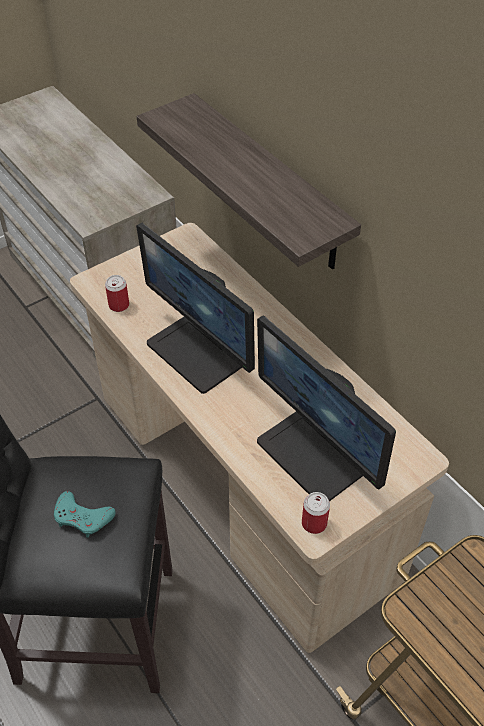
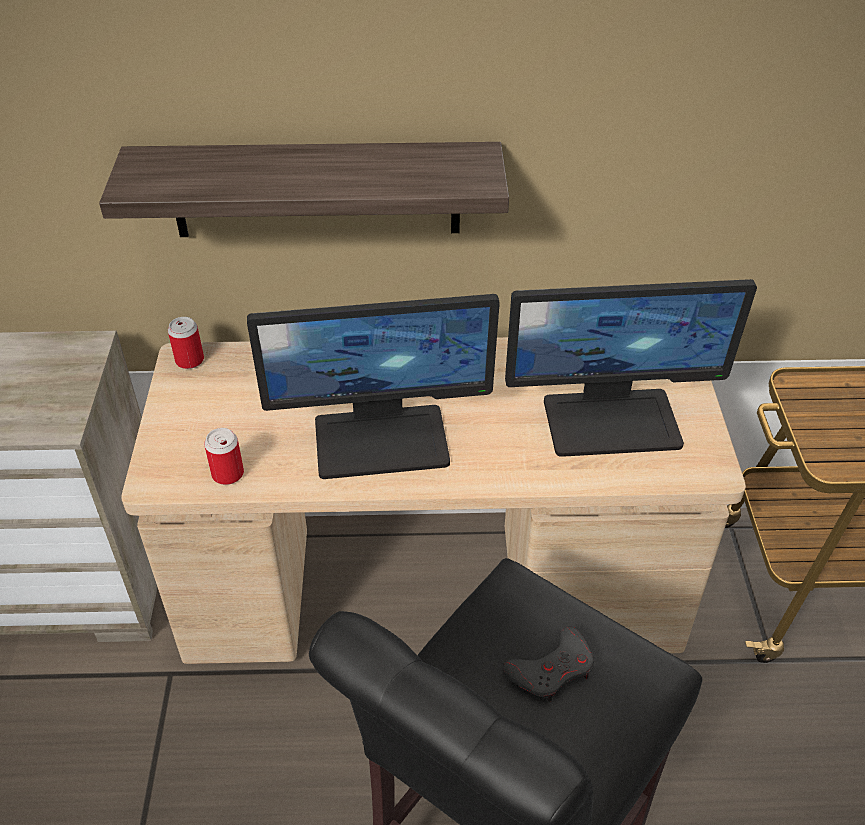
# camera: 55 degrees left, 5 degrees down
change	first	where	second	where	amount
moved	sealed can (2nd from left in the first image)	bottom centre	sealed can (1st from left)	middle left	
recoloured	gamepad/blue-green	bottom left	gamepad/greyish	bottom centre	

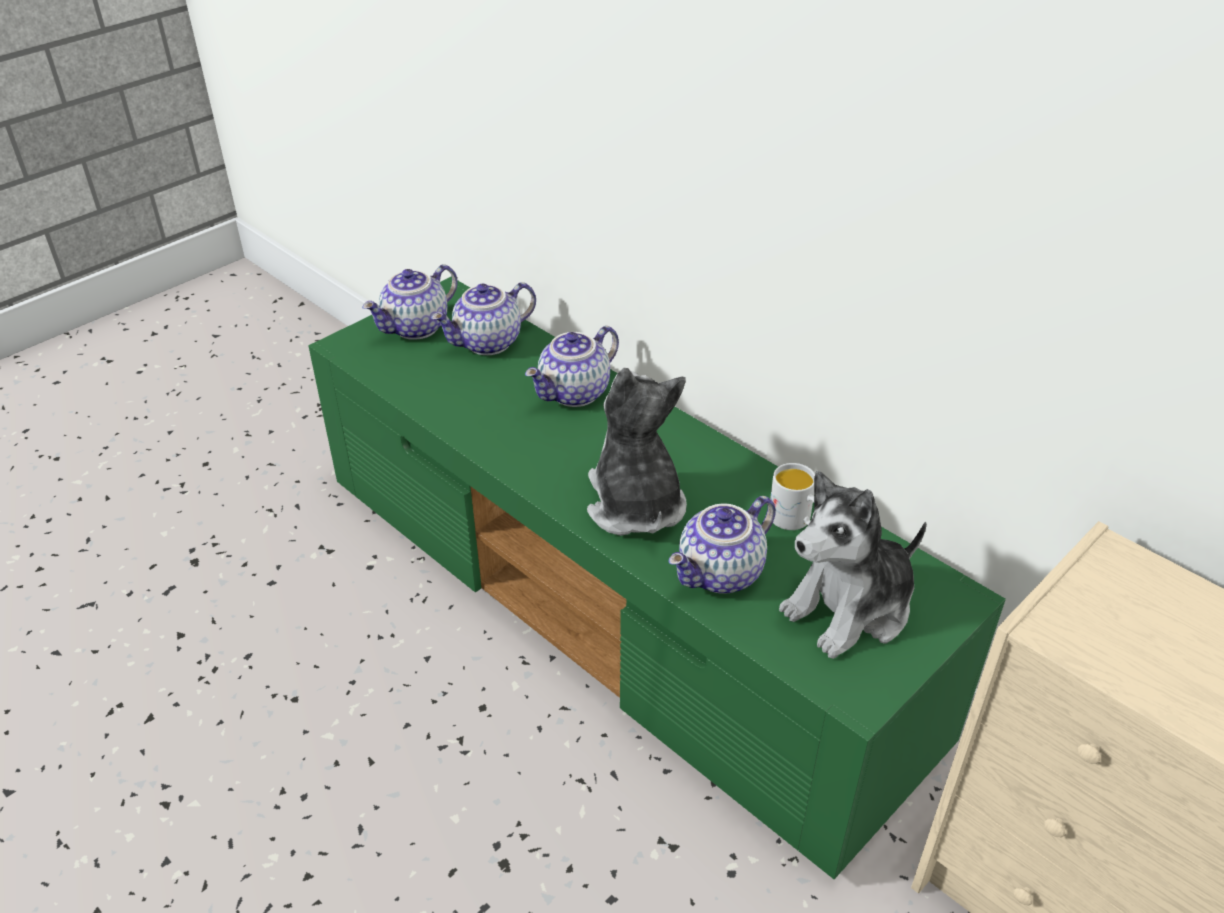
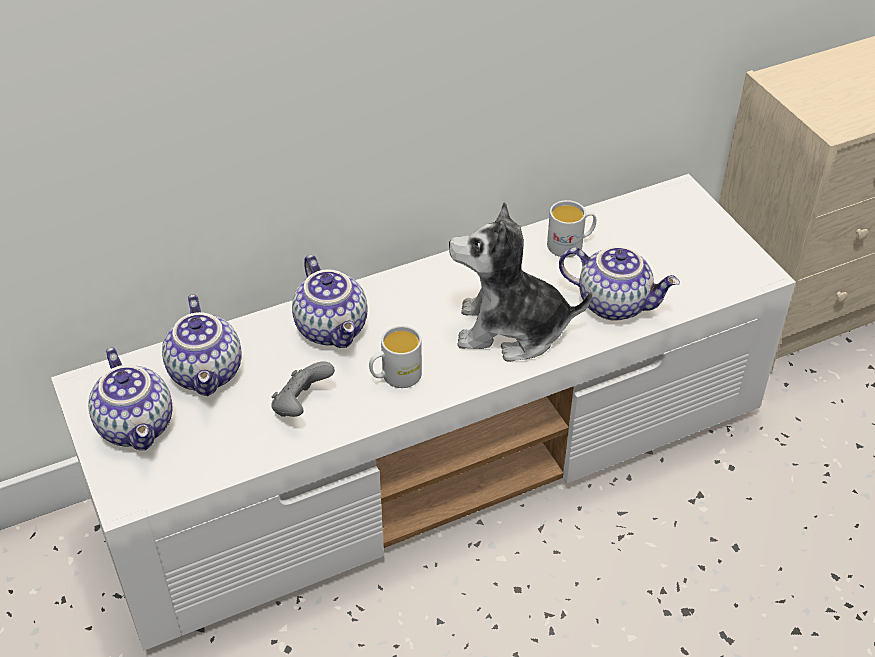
# camera: 70 degrees left, 5 degrees up
change	first	where	second	where	amount
removed	plush toy (2nd from left)	middle right			
added			gamepad/greyish	centre	
added			tea mug/white (1st from left)	centre	
recoloured	tv stand/green	centre	tv stand/white	centre	
turned	teapot (4th from left)	centre		middle right	45 degrees counterclockwise

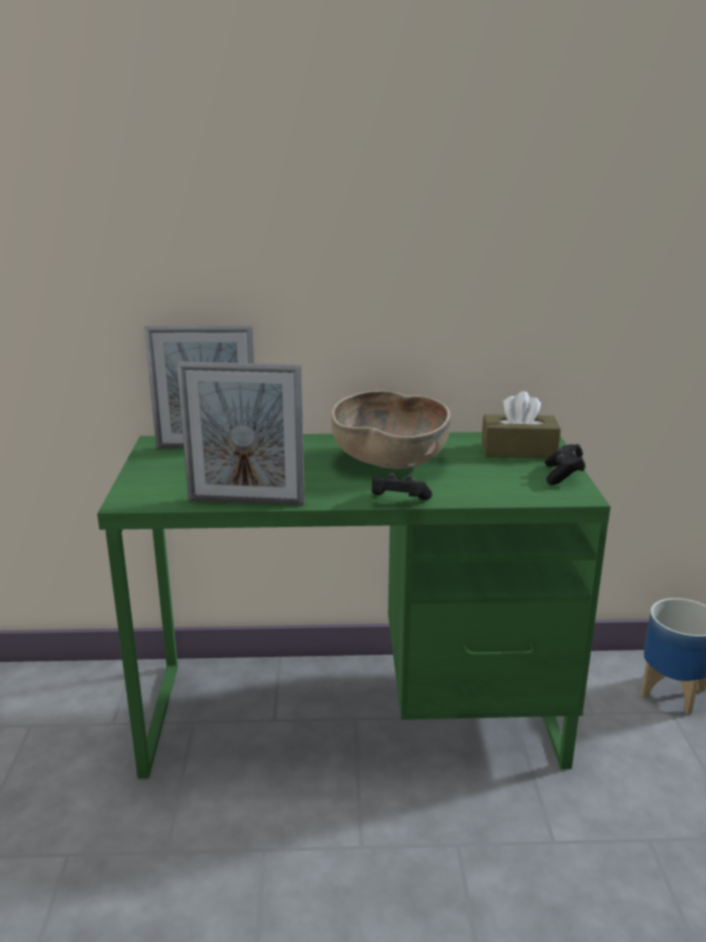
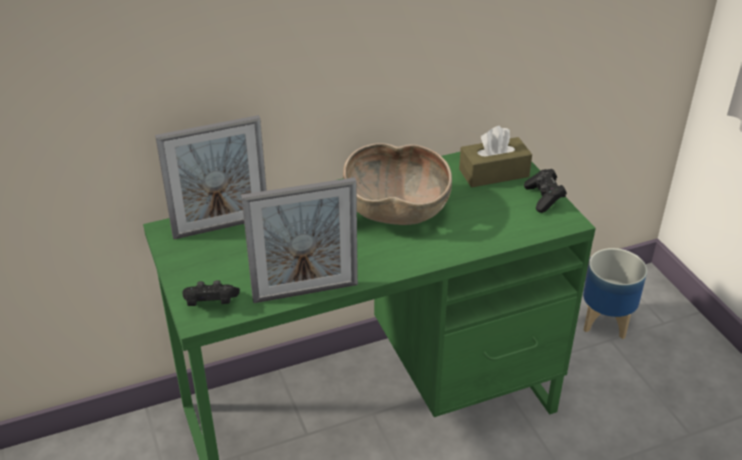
# camera: 20 degrees left, 15 degrees up
change	first	where	second	where	amount
moved	gamepad/black-coloured (1st from left)	centre		middle left	

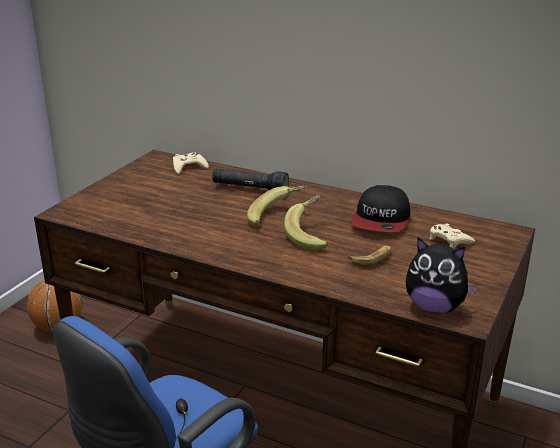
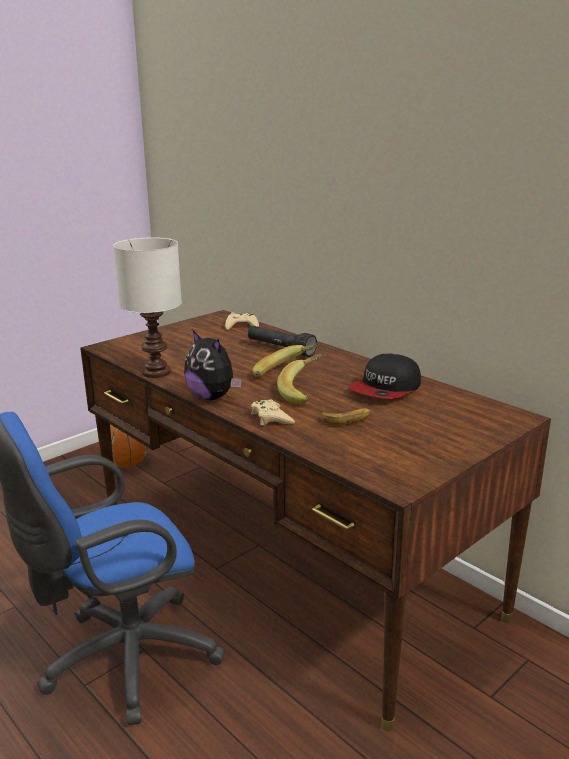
# camera: 20 degrees right, 5 degrees down
change	first	where	second	where	amount
added			lamp for a table/white	middle left	
moved	plush toy	middle right		centre	
moved	gamepad/beige-coloured (2nd from left)	middle right		centre	

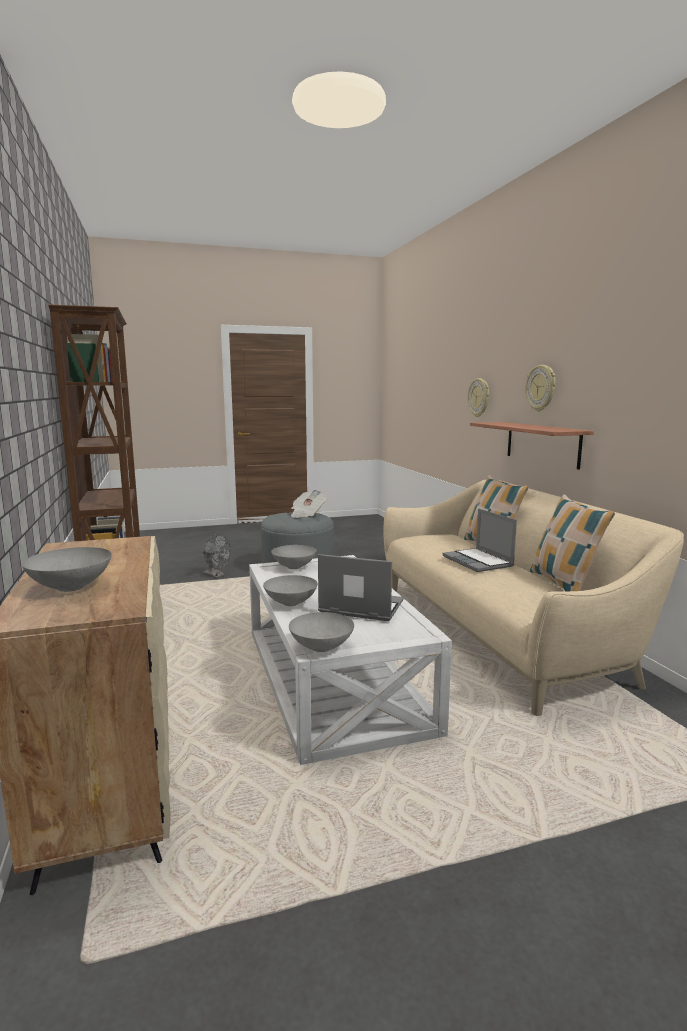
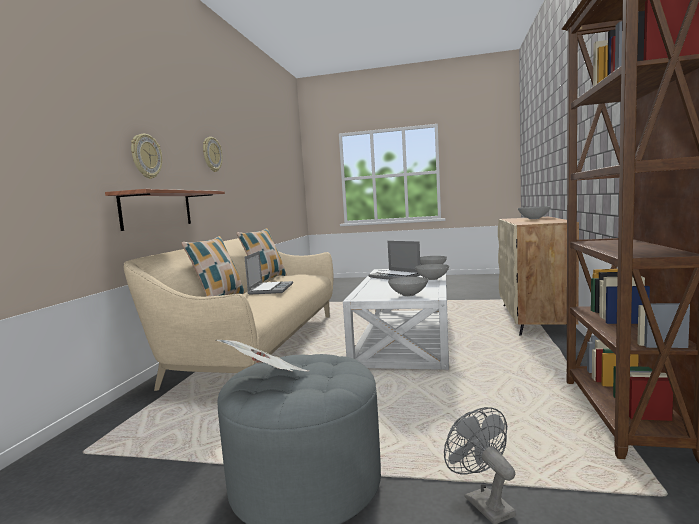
# camera: 150 degrees left, 5 degrees down
change	first	where	second	where	amount
moved	hanging clock (1st from left in the first image)	middle right	hanging clock (2nd from left)	top left	

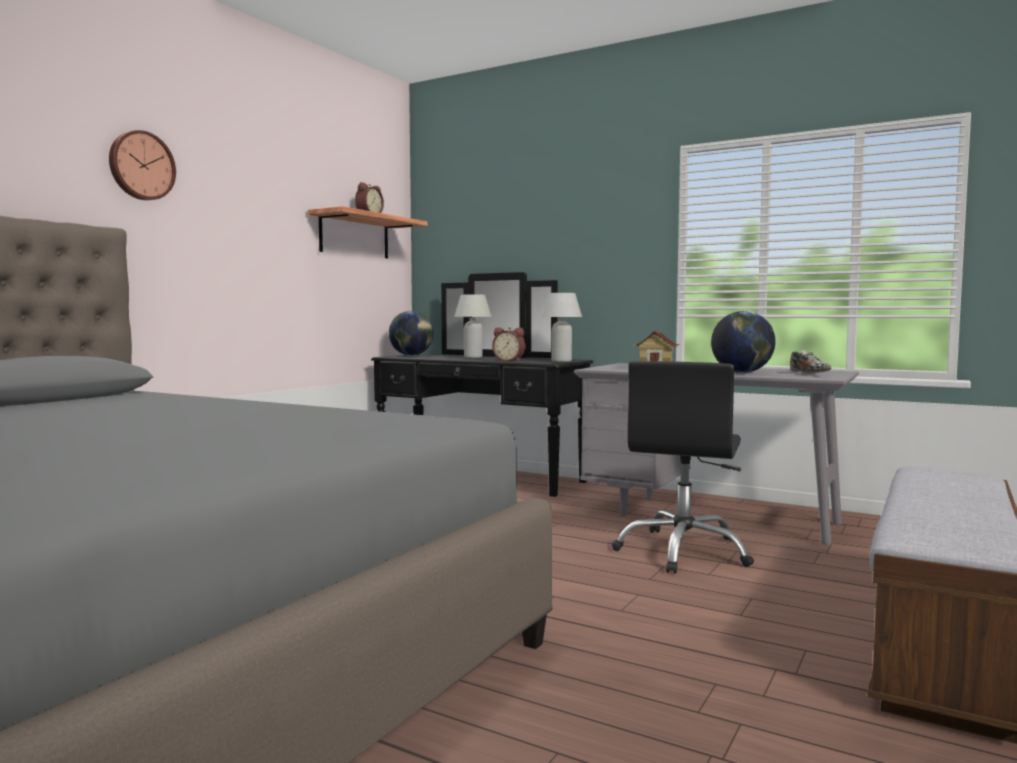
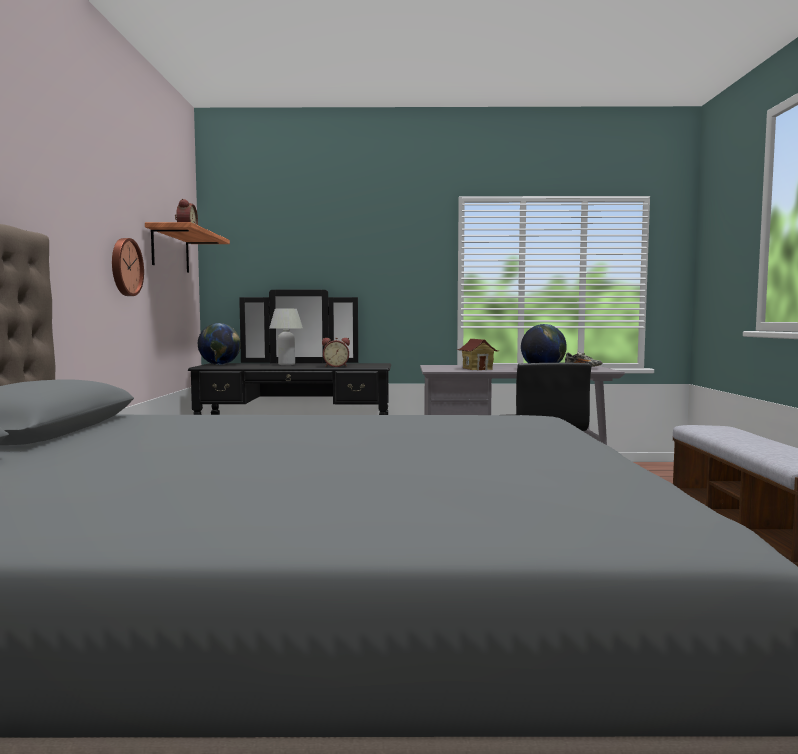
# camera: 30 degrees left, 0 degrees up
change	first	where	second	where	amount
removed	lamp for a table/white (2nd from left)	centre			
moved	hanging clock	top left		middle left	

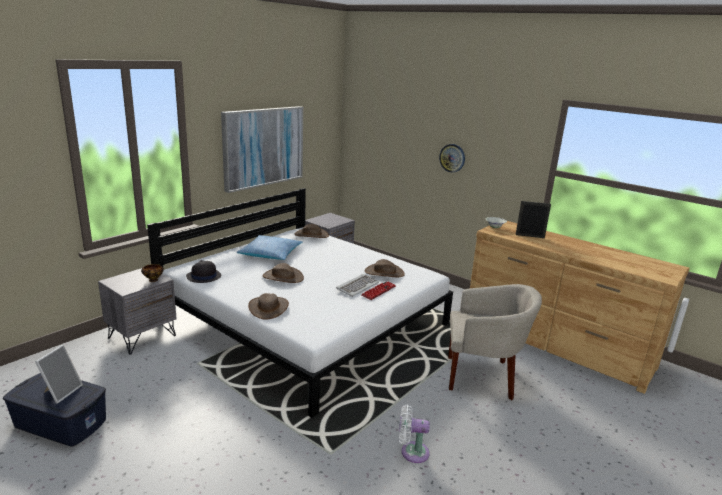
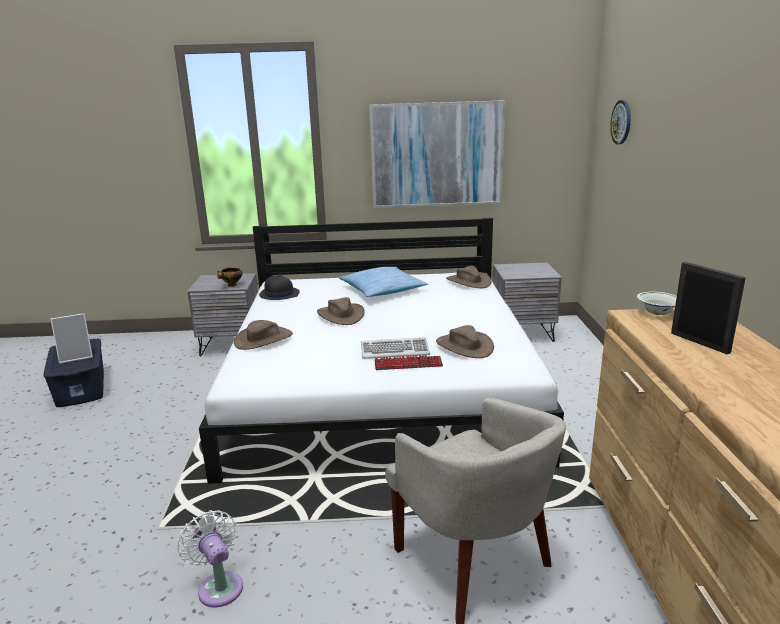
# camera: 50 degrees right, 0 degrees up
change	first	where	second	where	amount
moved	hanging clock	top centre		top right	

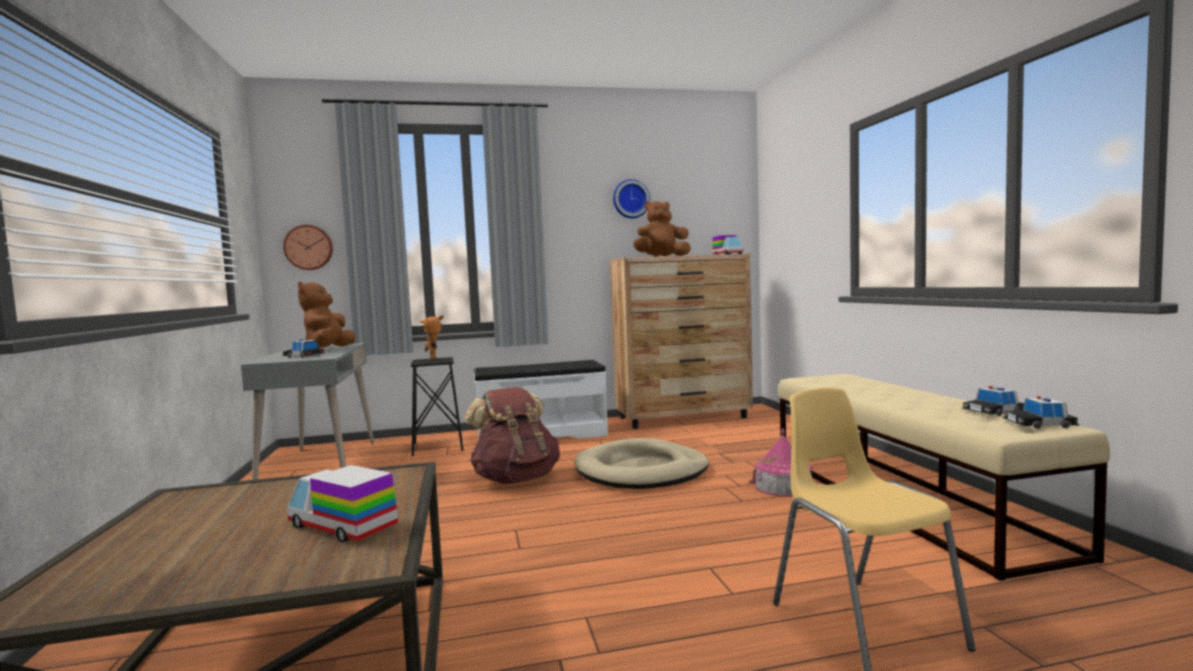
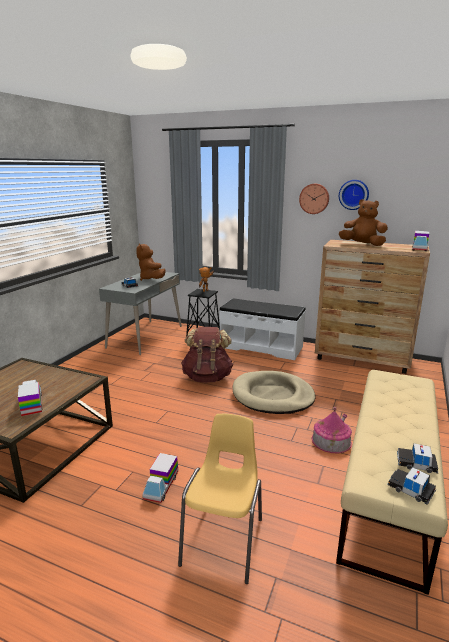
# camera: 35 degrees right, 15 degrees up
change	first	where	second	where	amount
added			toy lorry (2nd from left)	bottom centre	
moved	hanging clock (1st from left)	middle left		top right	
turned	plush toy/brown-coloured (1st from left)	middle left		centre	60 degrees counterclockwise

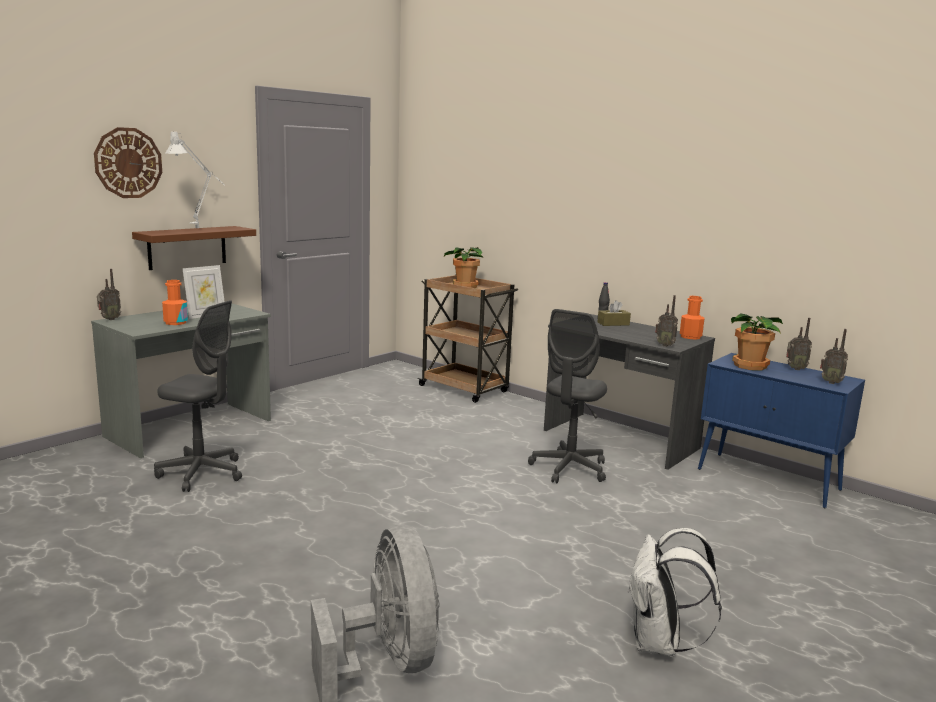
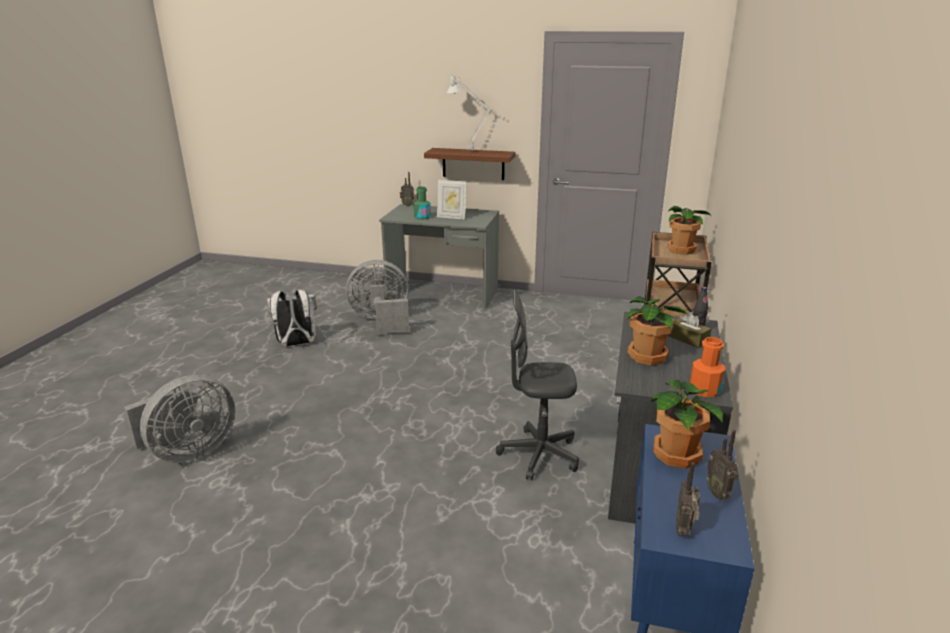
# camera: 65 degrees right, 10 degrees up
change	first	where	second	where	amount
removed	hanging clock	top left			
removed	radio set (2nd from left)	middle right			
added			plant in a pot (1st from left)	middle right	
moved	backpack/white	bottom right		middle left	
replaced	office chair/greyish (1st from left)	middle left	electric fan/greyish (2nd from left)	centre	
recoloured	beverage bottle/orangey (1st from left)	middle left	beverage bottle/green	top centre	

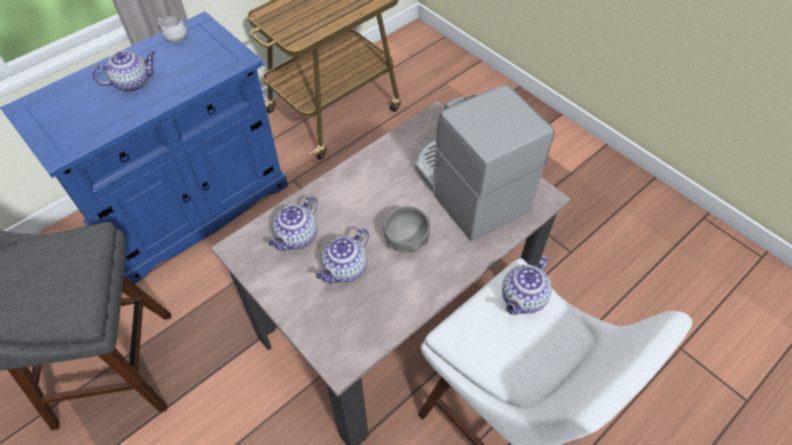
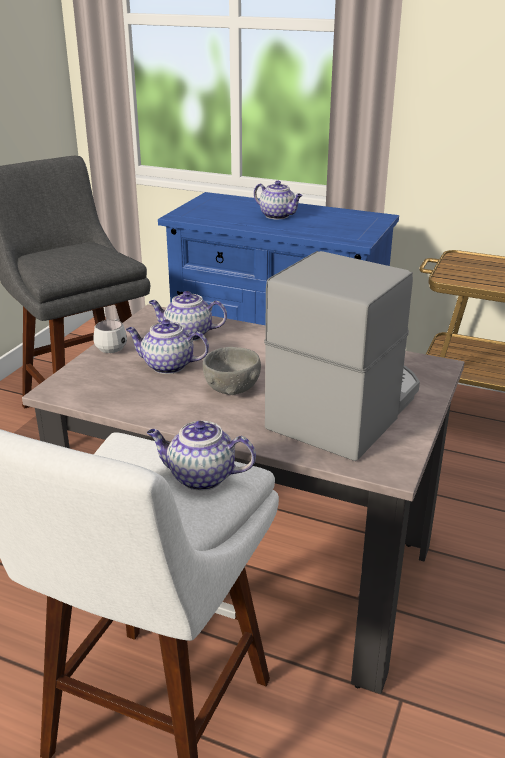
# camera: 65 degrees right, 25 degrees down
change	first	where	second	where	amount
moved	tea mug/white	top left		middle left	

